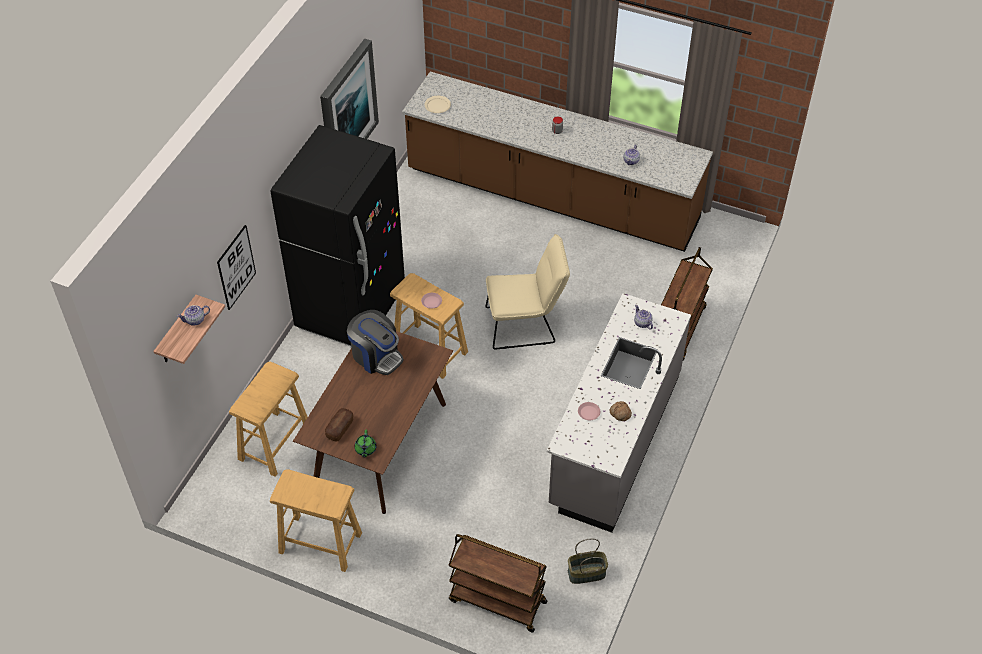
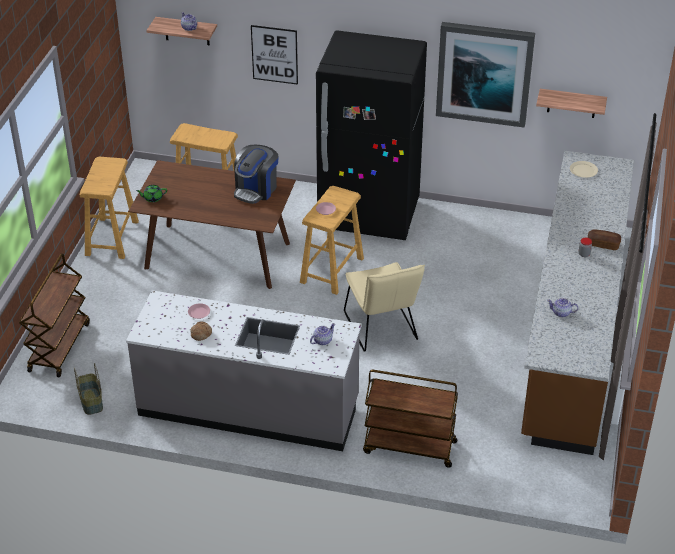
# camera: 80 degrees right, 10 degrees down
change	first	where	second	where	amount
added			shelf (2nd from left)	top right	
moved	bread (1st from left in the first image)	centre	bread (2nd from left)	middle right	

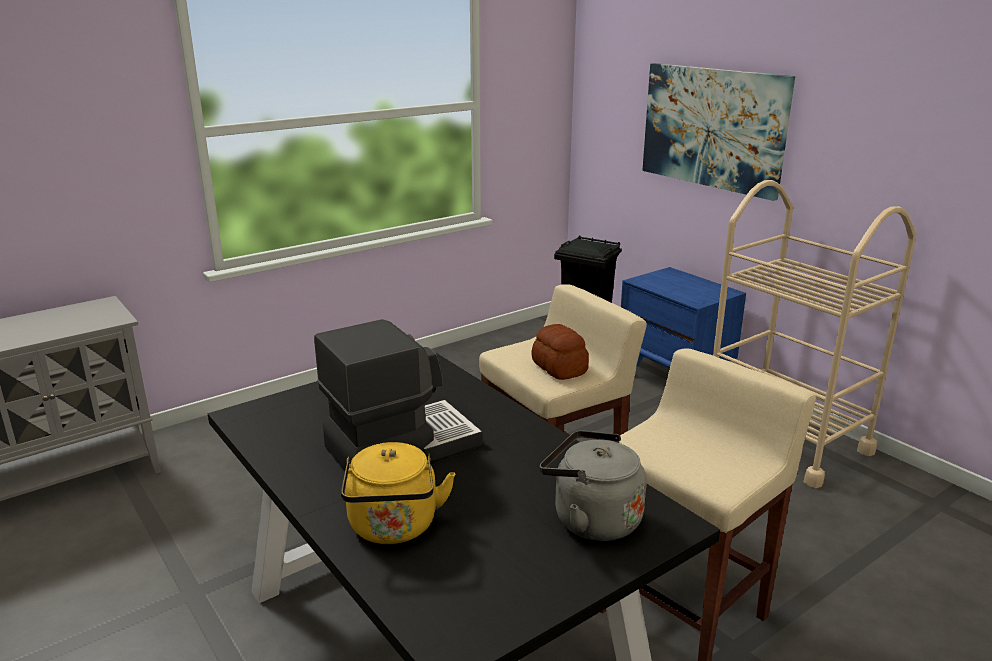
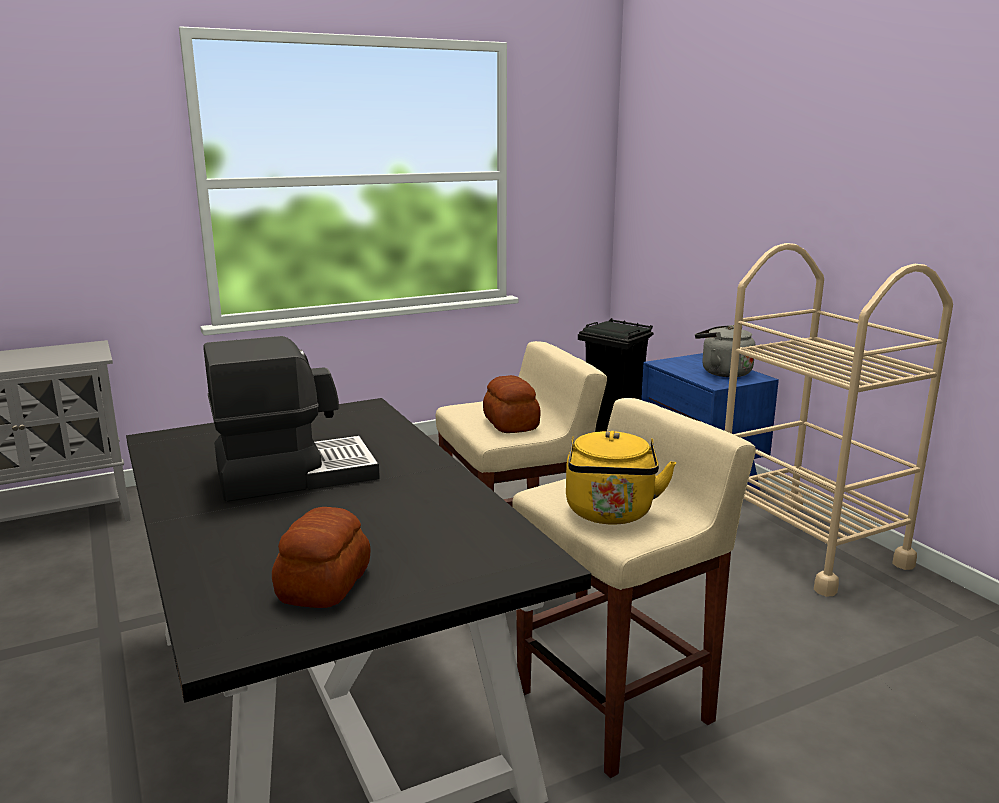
# camera: 10 degrees right, 5 degrees down
change	first	where	second	where	amount
removed	picture	top right			
added			bread (1st from left)	bottom left	
moved	water kettle/yellow-coloured	bottom centre		centre	
moved	water kettle/greyish	bottom centre		middle right	

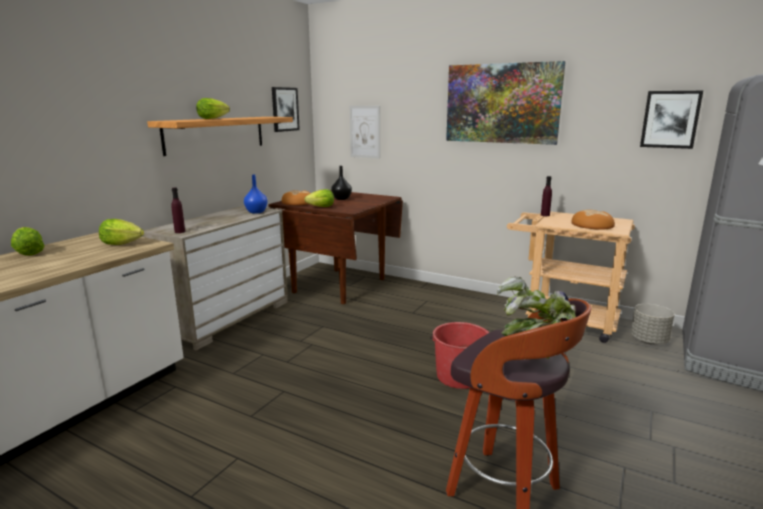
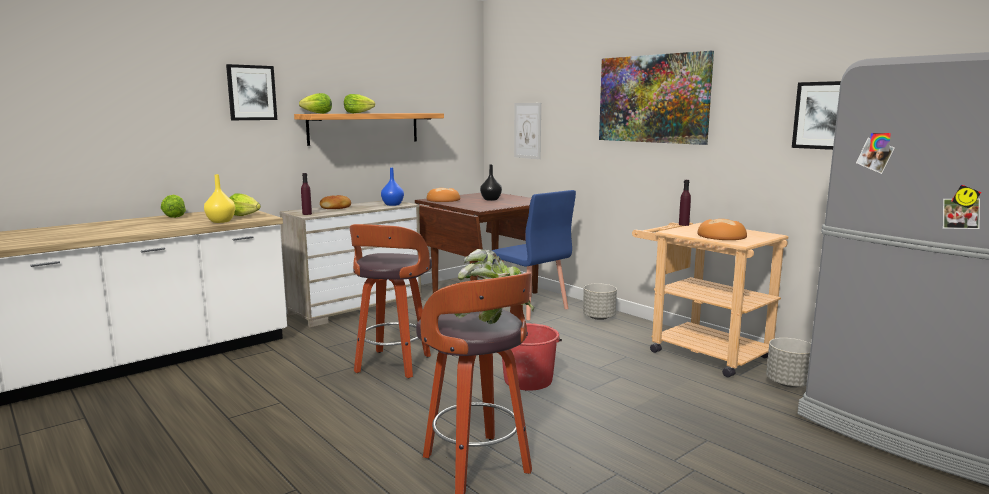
# camera: 20 degrees right, 5 degrees down
change	first	where	second	where	amount
added			decorative vase/yellow-coloured	middle left	
added			bread (1st from left)	centre	
added			sitting stool (1st from left)	centre	
added			upright chair/bluish	centre	
added			plant pot/greyish (1st from left)	centre	
moved	picture (1st from left)	top centre		top left	
moved	head of lettuce (4th from left in the first image)	centre	head of lettuce (3rd from left)	top left	

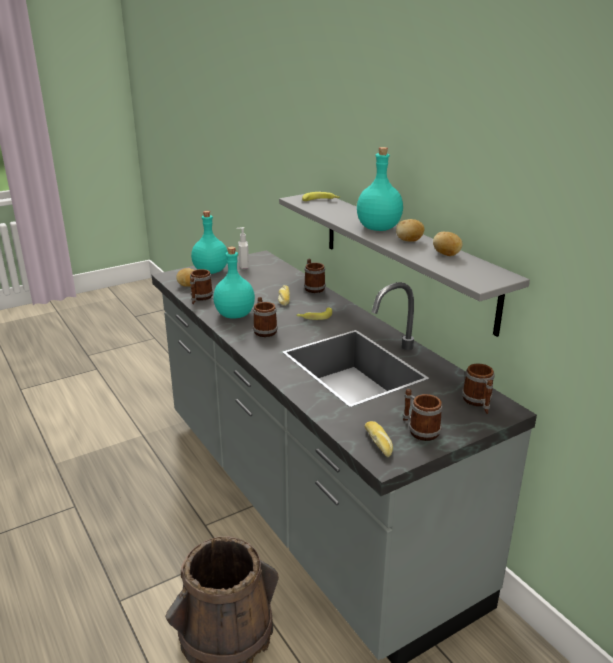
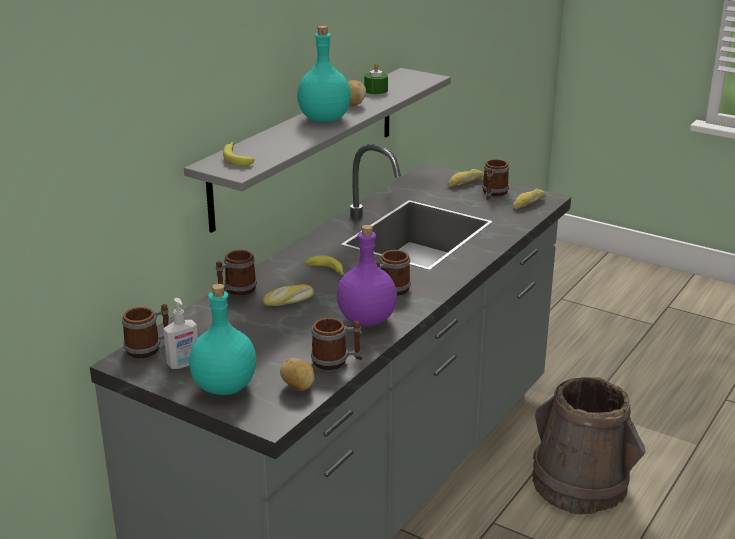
# camera: 115 degrees left, 0 degrees up
change	first	where	second	where	amount
added			bread (2nd from left)	top centre	
moved	tea mug (5th from left in the first image)	middle right	tea mug (1st from left)	middle left	
replaced	potato (3rd from left)	middle right	wax candle/green	top centre	
recoloured	beverage bottle/blue-green (2nd from left)	centre	beverage bottle/purple	centre	

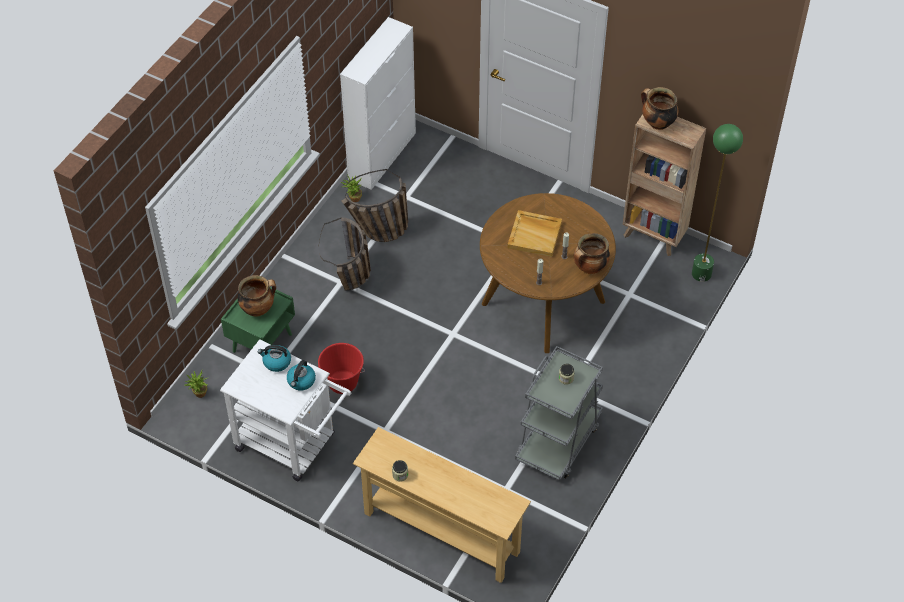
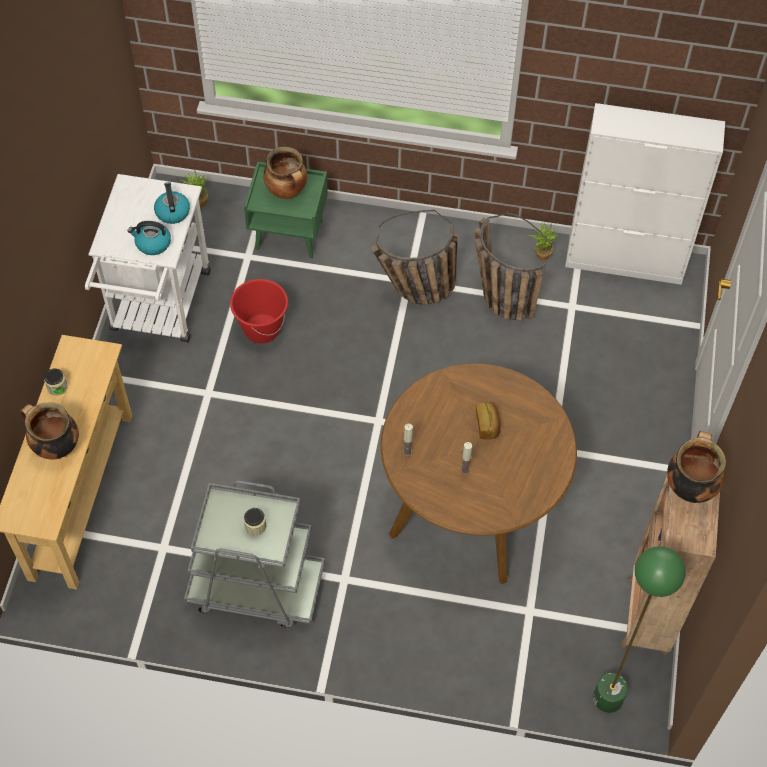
# camera: 70 degrees right, 5 degrees up
change	first	where	second	where	amount
moved	saucepot (2nd from left in the first image)	centre	saucepot (1st from left)	middle left	
replaced	carrying tray/beige-coloured	centre	bread	centre	

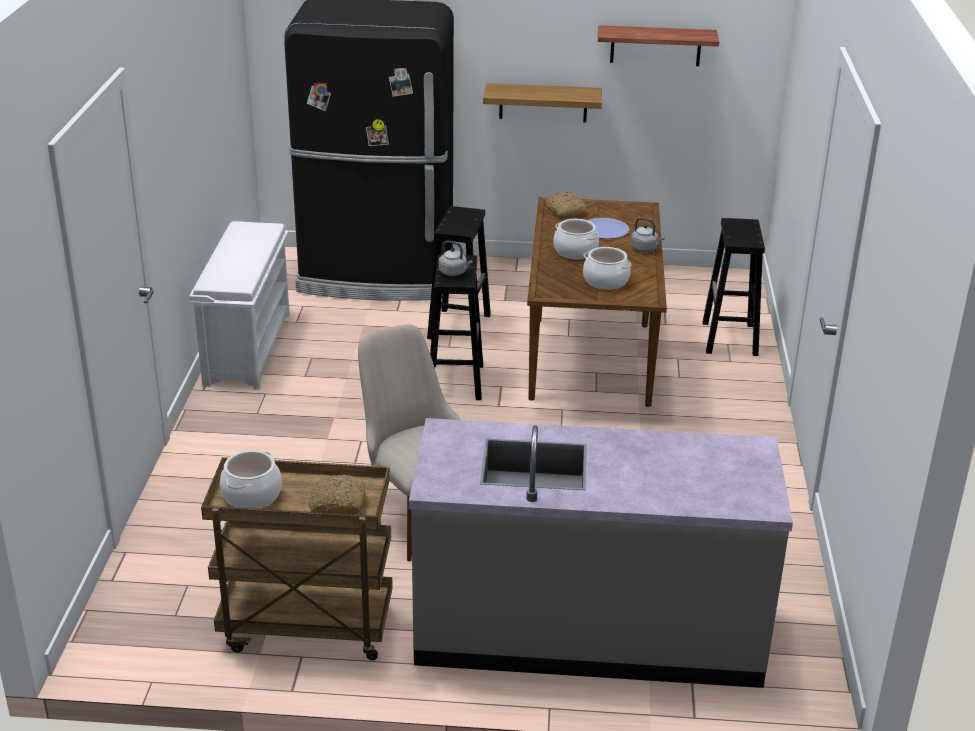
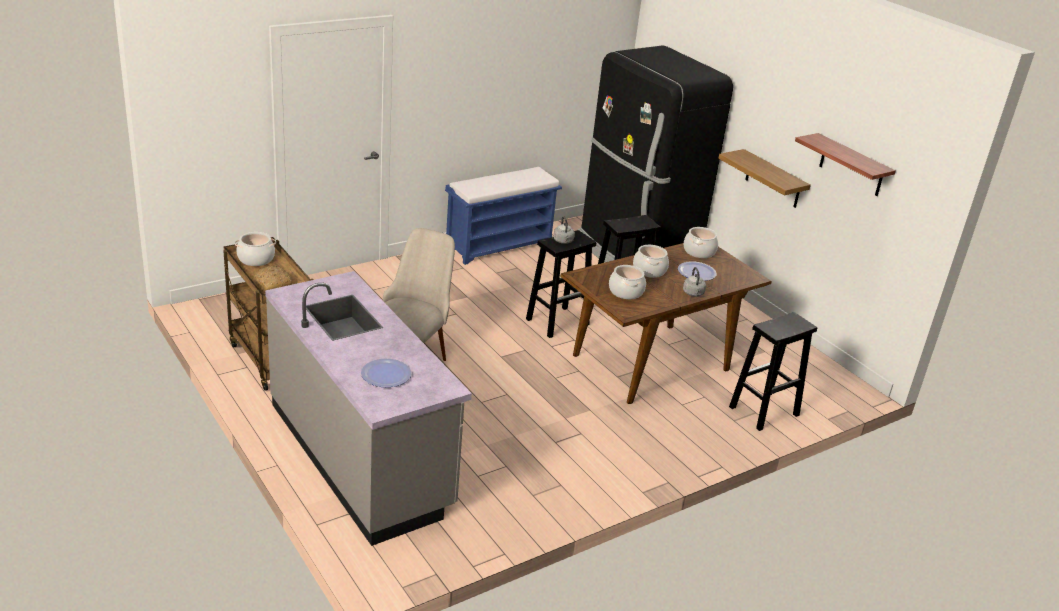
# camera: 50 degrees right, 0 degrees up
change	first	where	second	where	amount
added			flat dish (1st from left)	centre	
replaced	bread (2nd from left)	top centre	saucepot (4th from left)	centre	
recoloured	indoor bench/white	middle left	indoor bench/bluish	centre	

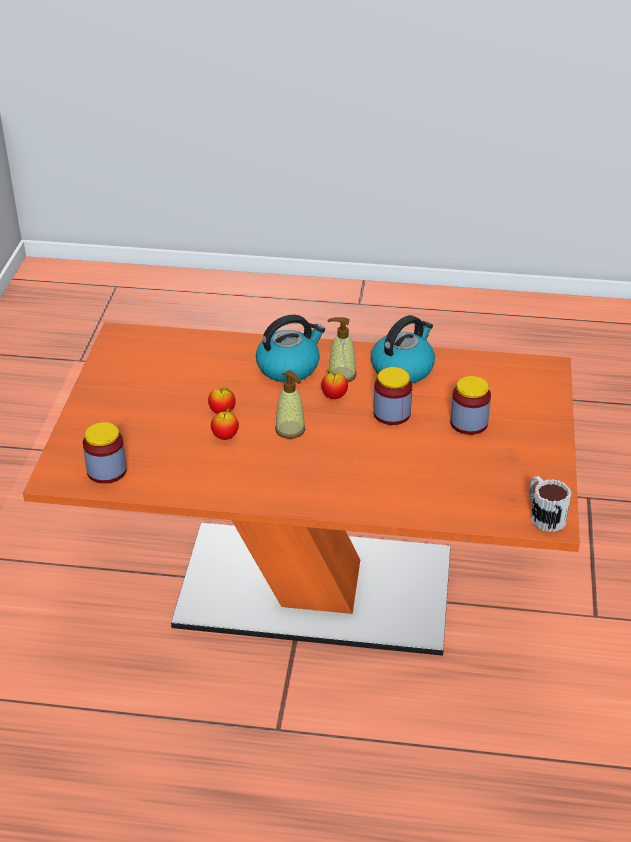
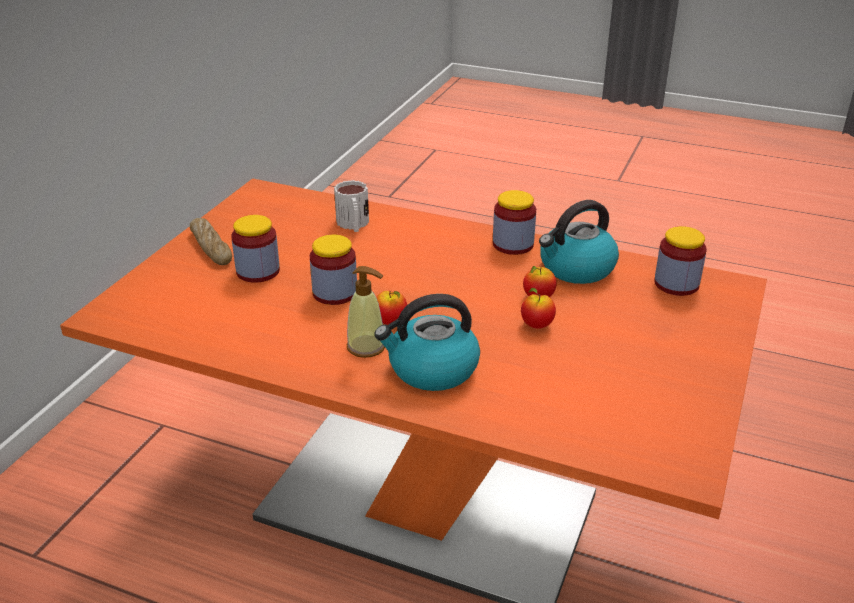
# camera: 165 degrees left, 5 degrees down
change	first	where	second	where	amount
removed	soap dispenser (1st from left)	centre			
added			bread	middle left	
added			storage jar (3rd from left)	centre	
moved	water kettle (2nd from left)	centre		middle right	
moved	tea mug	middle right		centre	

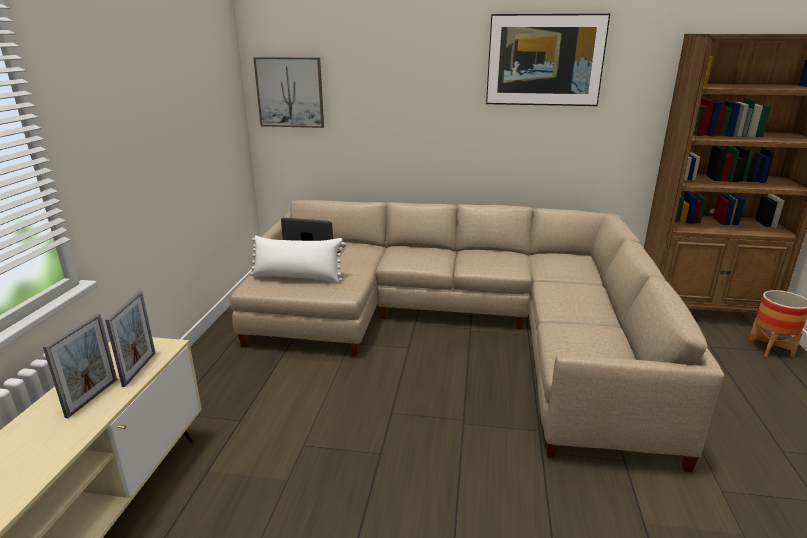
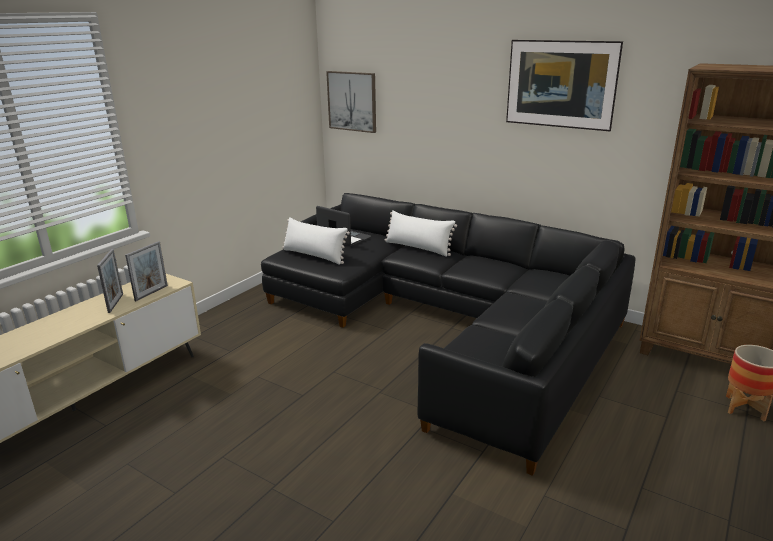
# camera: 25 degrees right, 0 degrees up
change	first	where	second	where	amount
added			pillow/white (2nd from left)	centre	
recoloured	couch/beige-coloured	centre	couch/black-coloured	centre	
turned	photo frame (1st from left)	bottom left		middle left	45 degrees counterclockwise

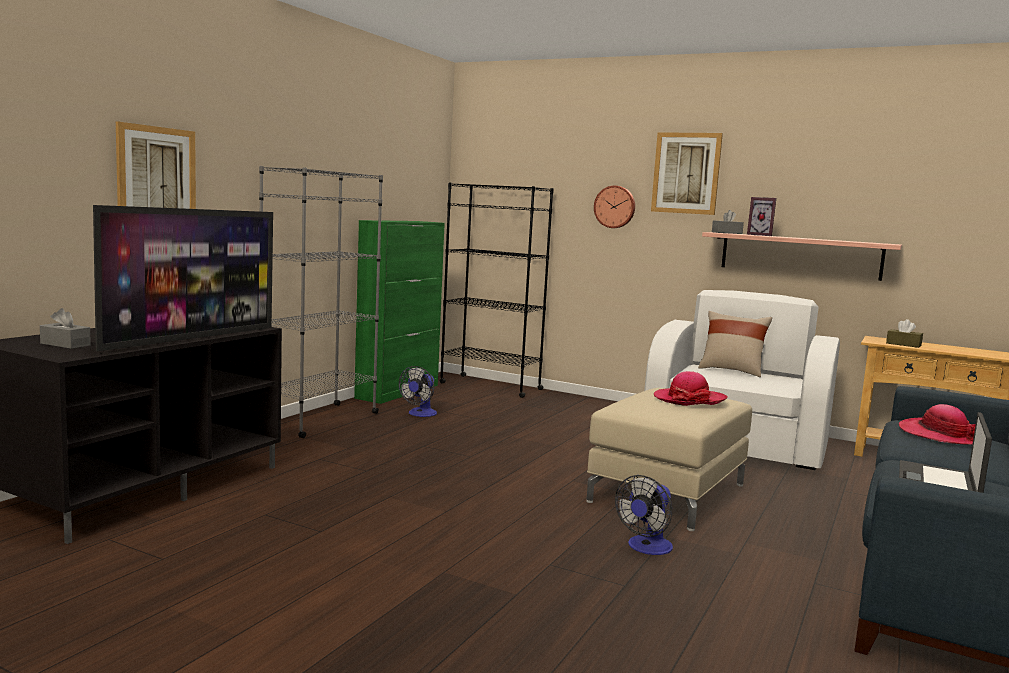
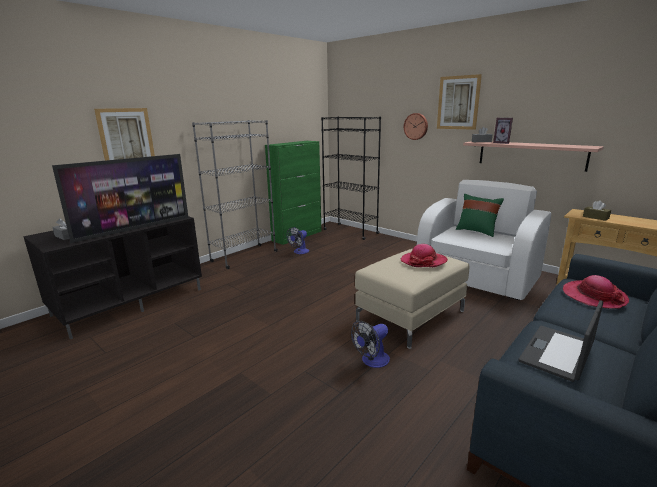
# camera: 15 degrees right, 10 degrees up
change	first	where	second	where	amount
recoloured	pillow/beige-coloured	middle right	pillow/green	middle right	

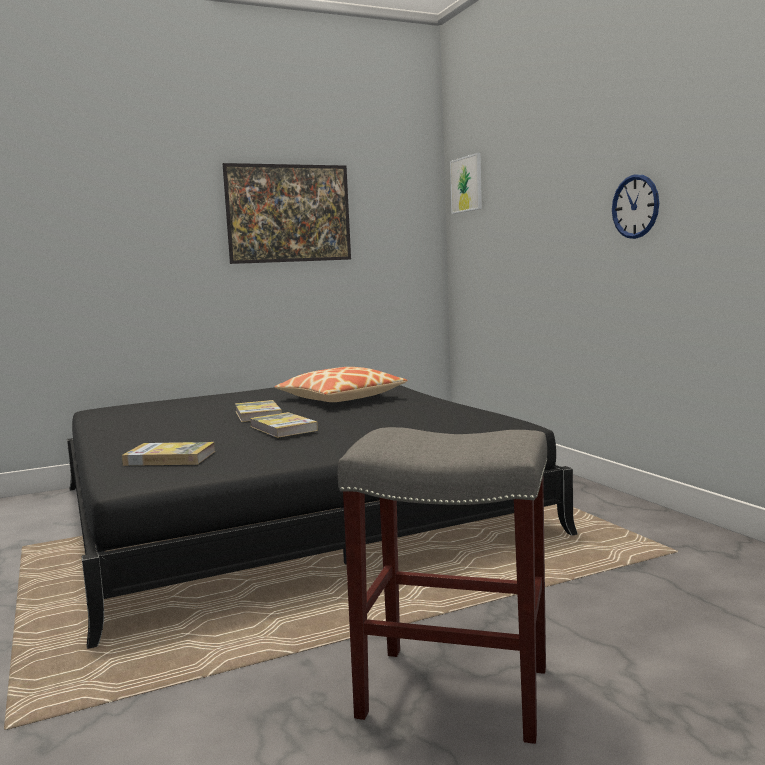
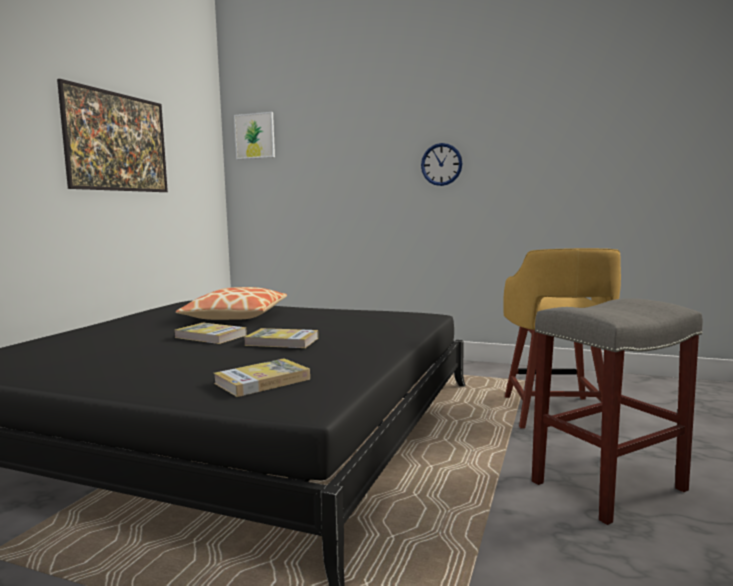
# camera: 45 degrees left, 0 degrees up
change	first	where	second	where	amount
added			sitting stool/yellow-coloured	middle right	

